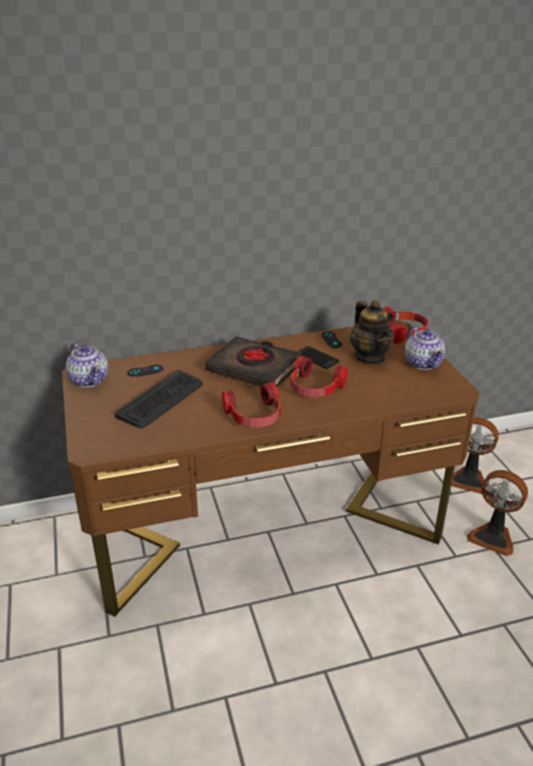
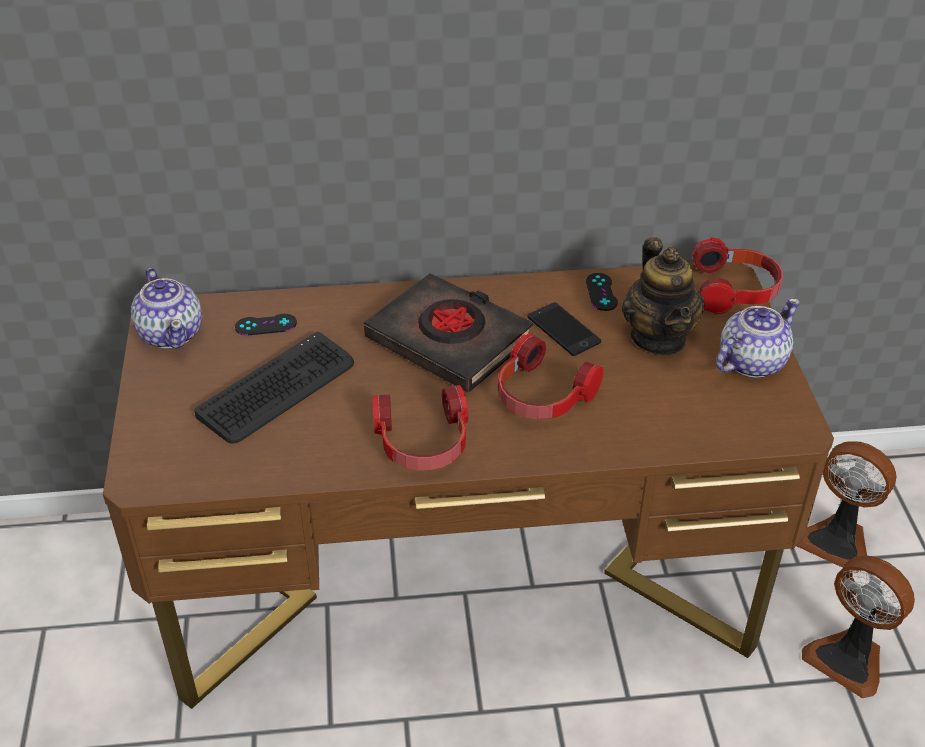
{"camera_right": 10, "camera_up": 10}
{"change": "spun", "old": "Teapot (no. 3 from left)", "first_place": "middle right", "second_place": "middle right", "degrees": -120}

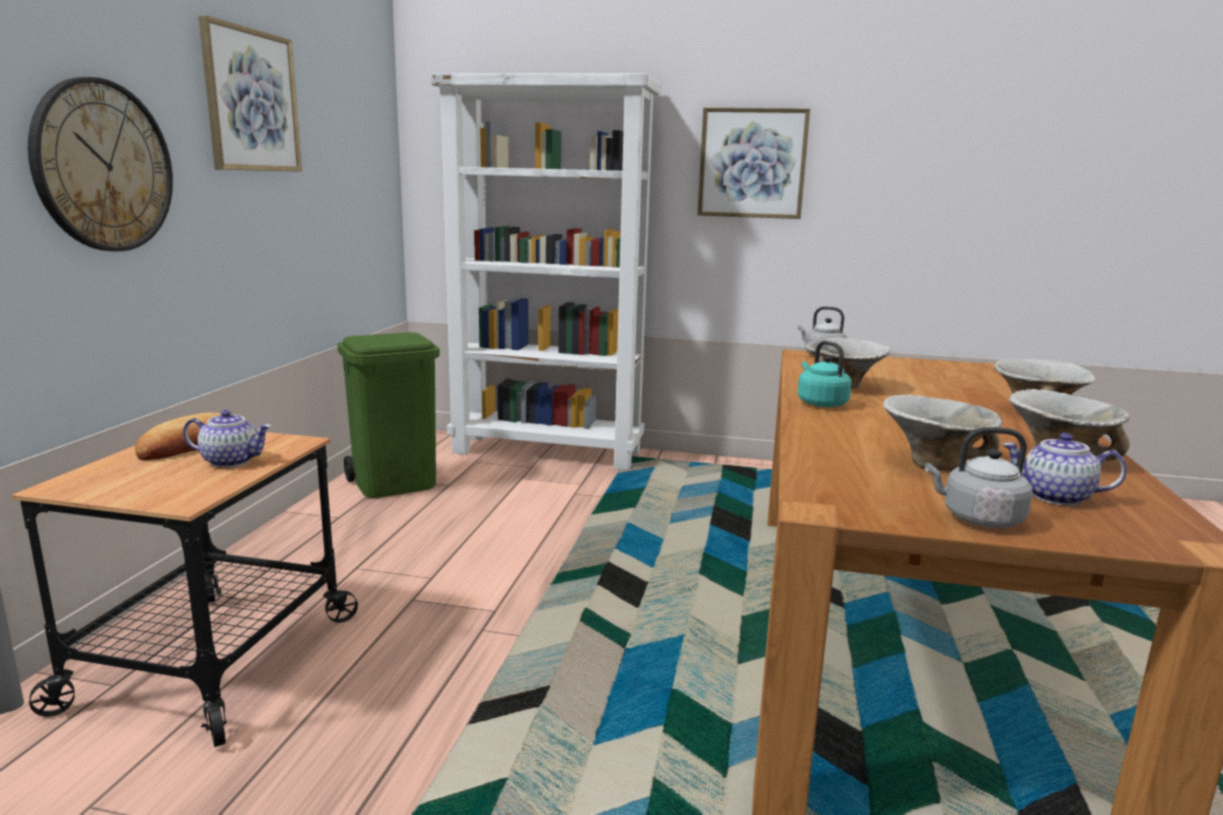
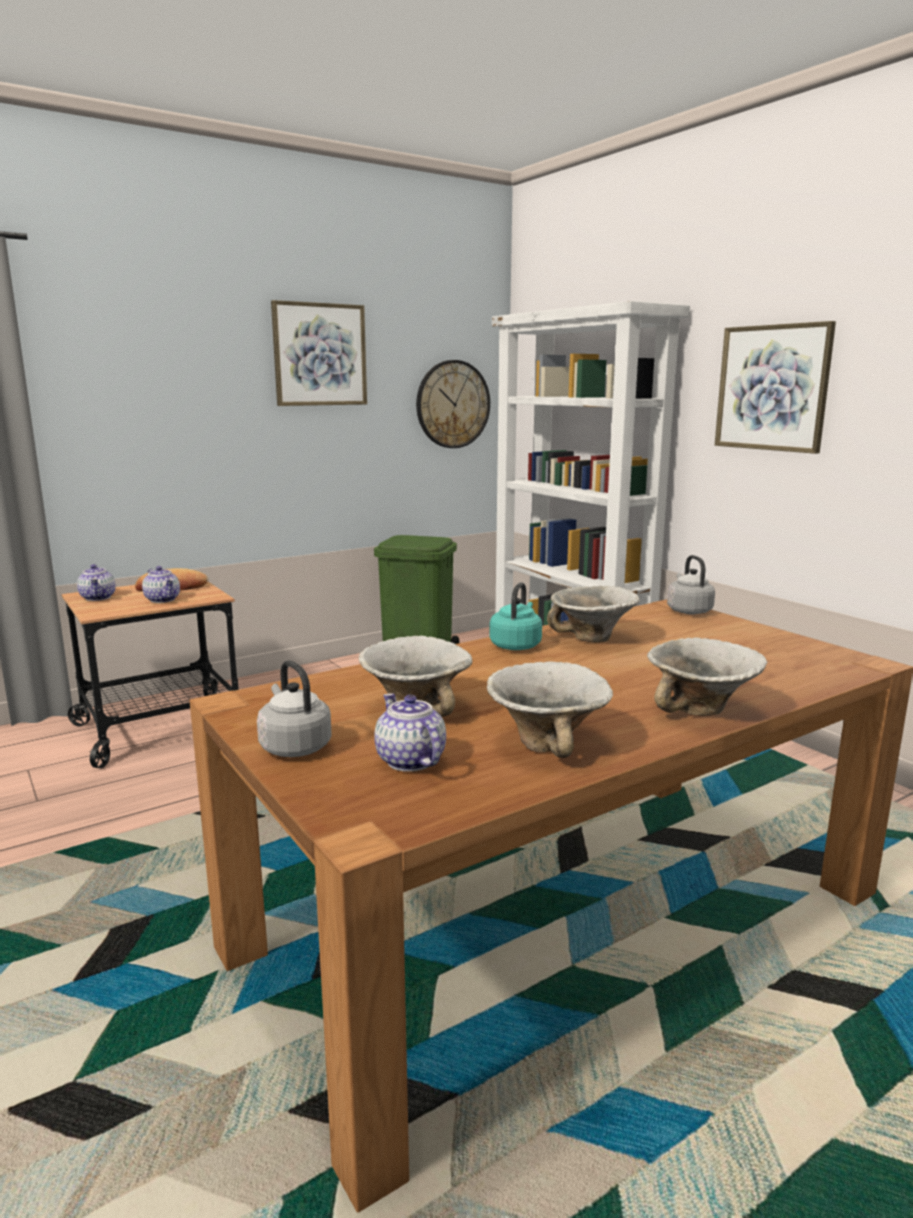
{"camera_right": 45, "camera_up": 0}
{"change": "appeared", "new": "Teapot (no. 1 from left)", "second_place": "middle left"}
{"change": "relocated", "old": "WallClock", "first_place": "top left", "second_place": "top centre"}

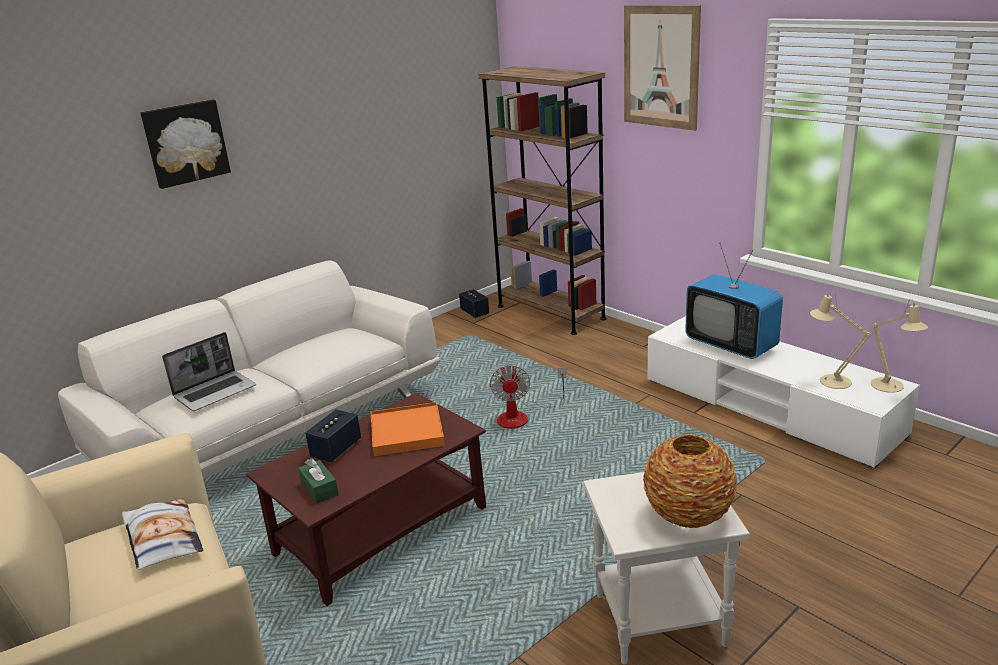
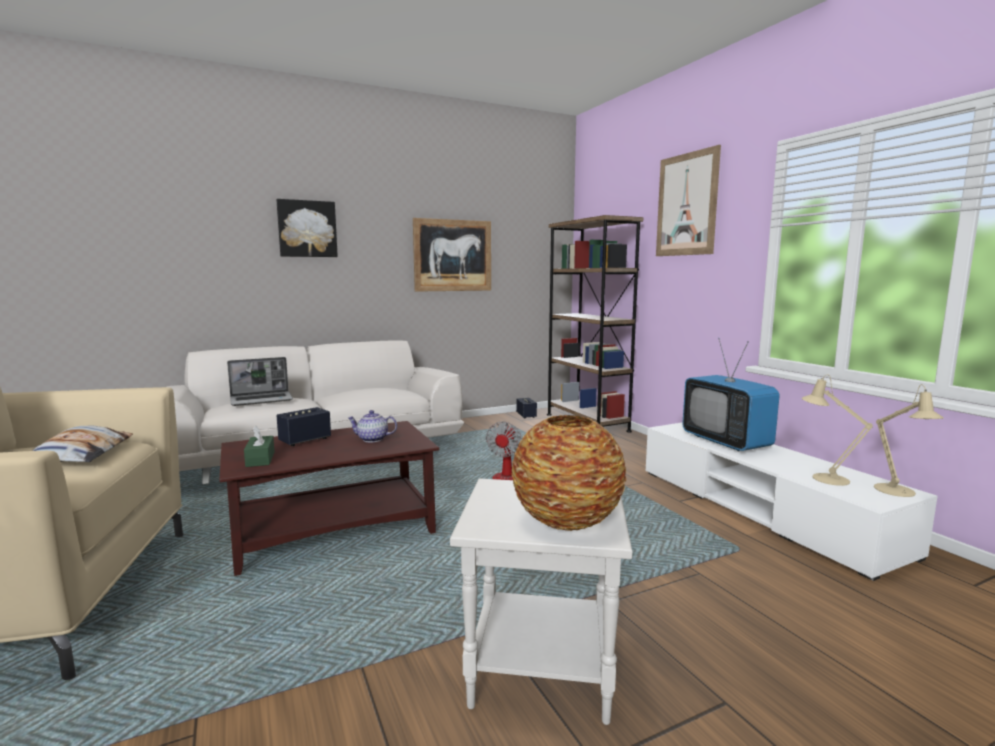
{"camera_right": 15, "camera_up": -15}
{"change": "exchanged", "old": "OrangeTray", "new": "Teapot", "first_place": "centre", "second_place": "centre"}
{"change": "appeared", "new": "Picture (no. 2 from left)", "second_place": "centre"}

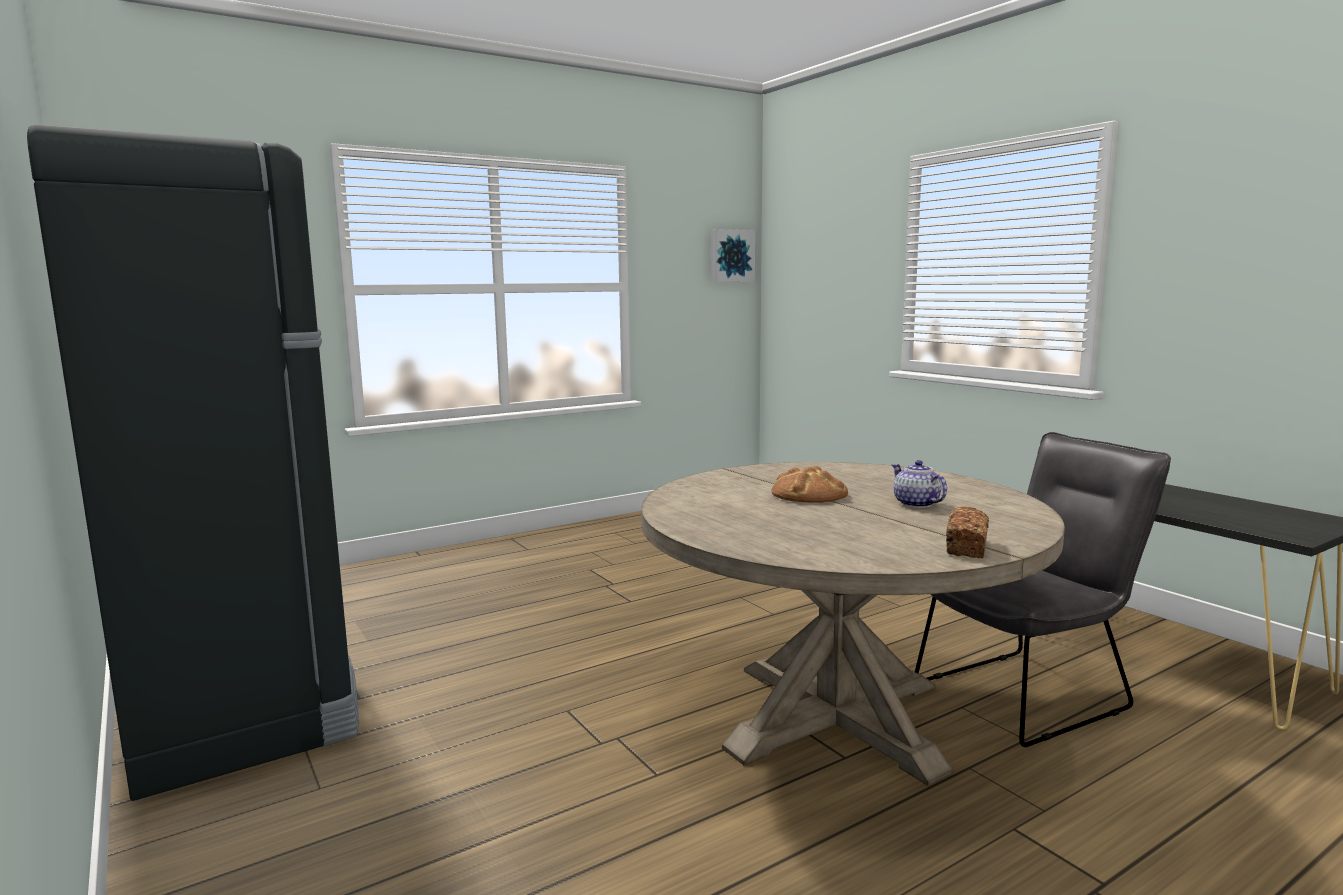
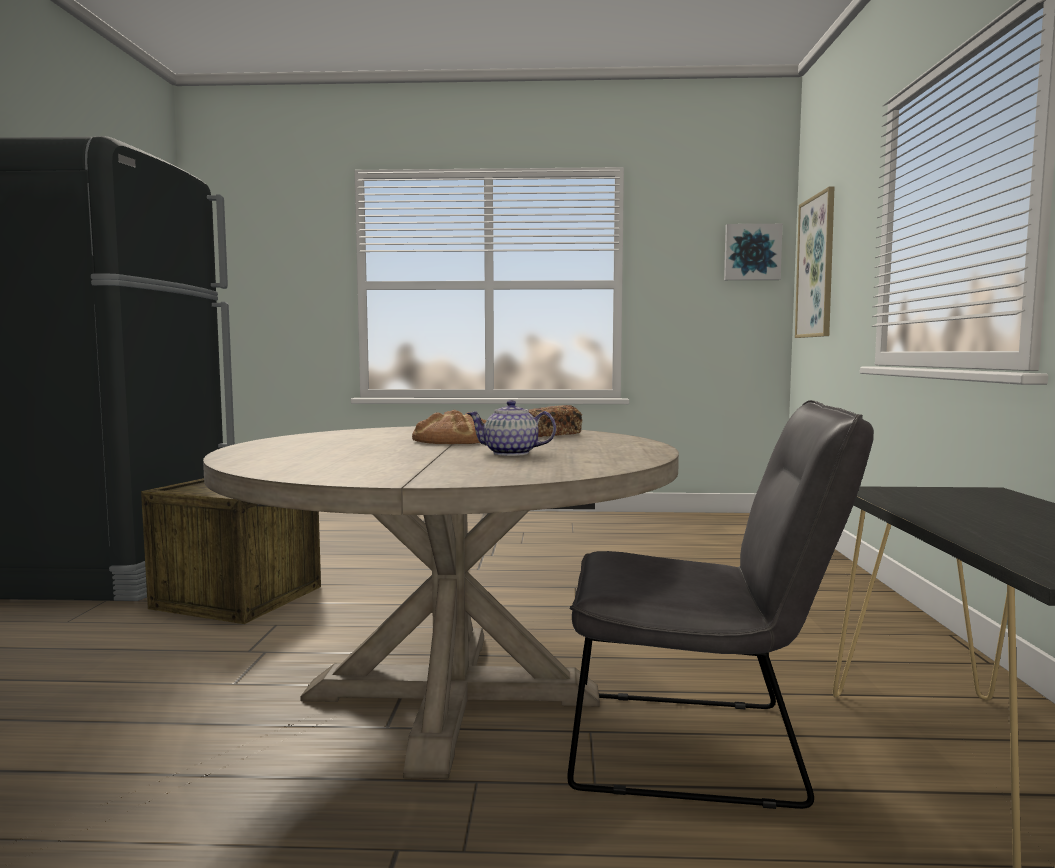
{"camera_right": 35, "camera_up": -5}
{"change": "appeared", "new": "Crate", "second_place": "middle left"}
{"change": "spun", "old": "Teapot", "first_place": "middle right", "second_place": "centre", "degrees": -90}
{"change": "relocated", "old": "Bread (no. 2 from left)", "first_place": "middle right", "second_place": "centre"}
{"change": "appeared", "new": "Picture (no. 2 from left)", "second_place": "top right"}

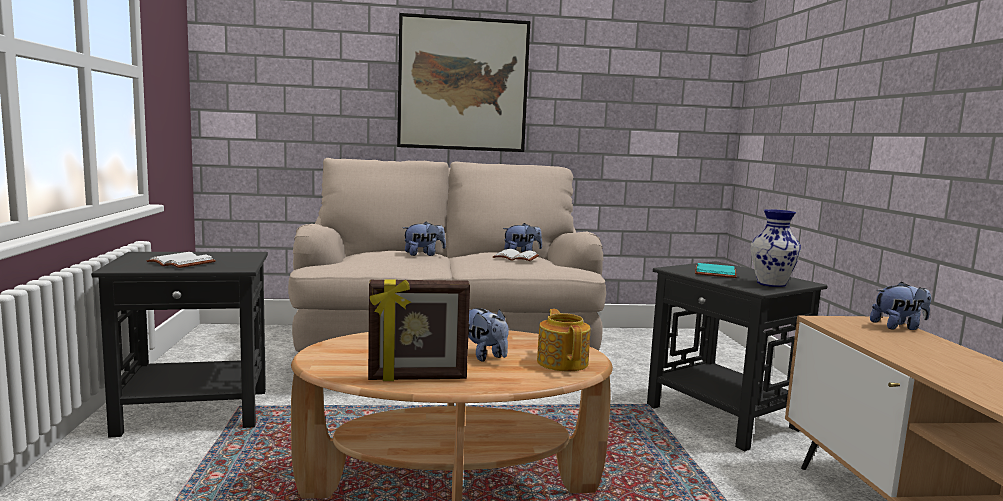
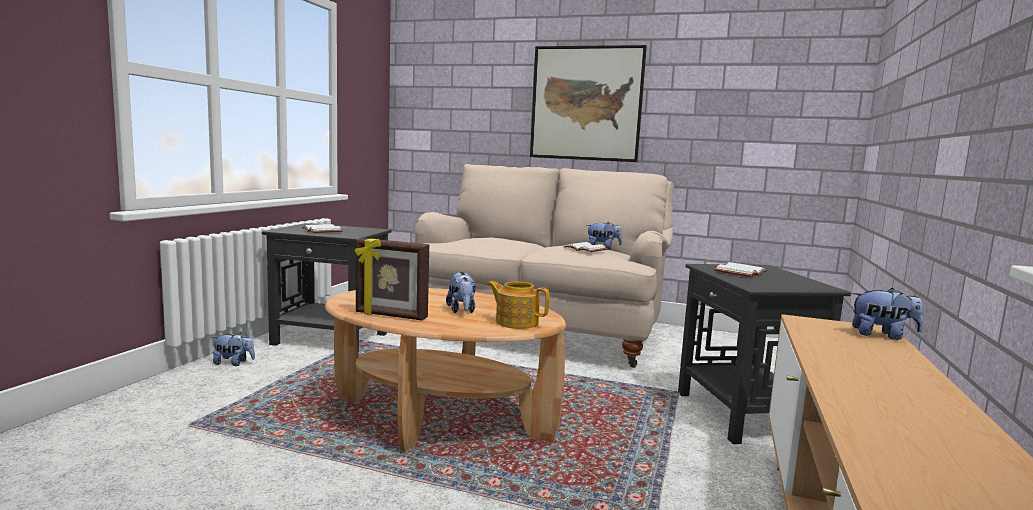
{"camera_right": 25, "camera_up": 0}
{"change": "relocated", "old": "PlushToy (no. 1 from left)", "first_place": "centre", "second_place": "bottom left"}
{"change": "spun", "old": "Teapot", "first_place": "bottom centre", "second_place": "centre", "degrees": -75}
{"change": "colour", "old": "TurquoiseBook", "new": "WhiteBook (no. 3 from left)", "first_place": "middle right", "second_place": "middle right"}
{"change": "missing", "old": "Vase", "first_place": "middle right"}

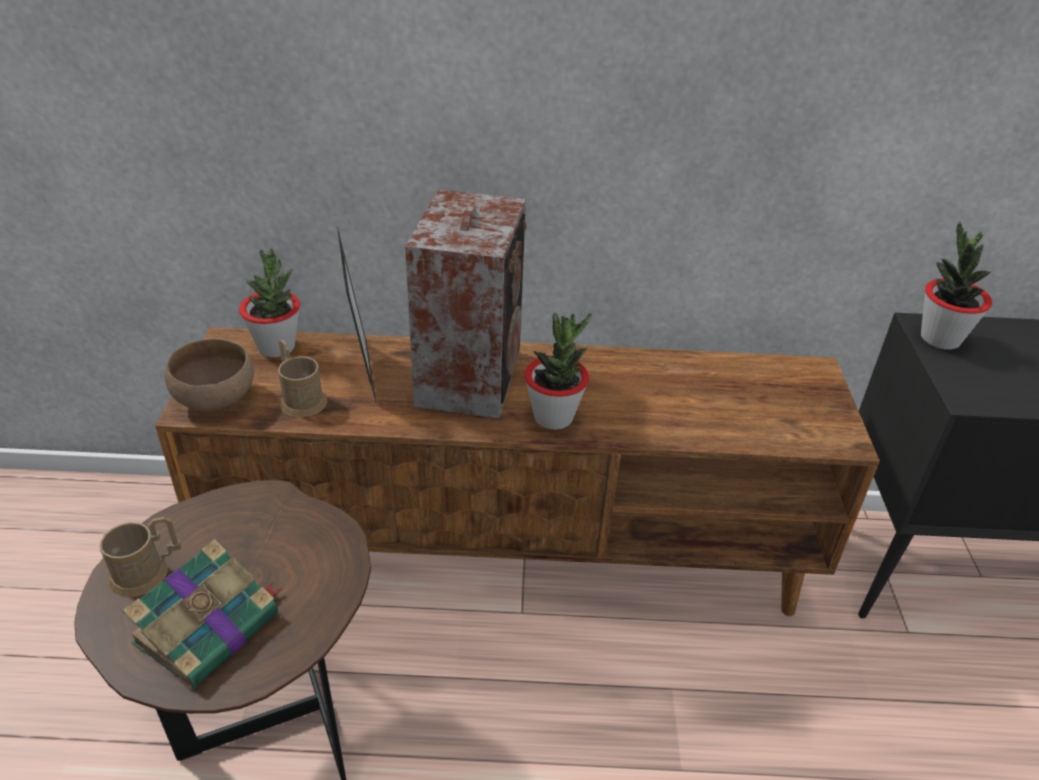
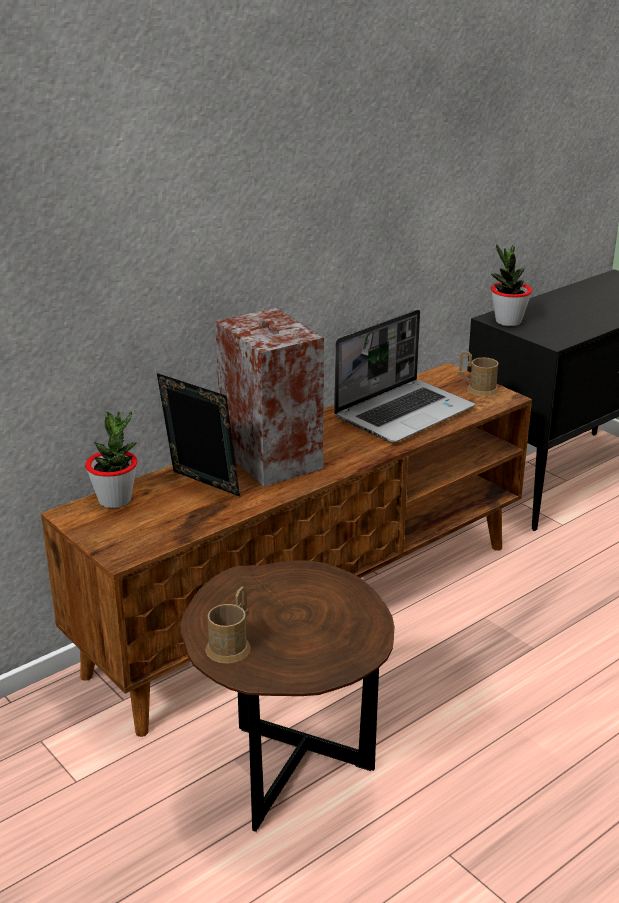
{"camera_right": -40, "camera_up": -10}
{"change": "appeared", "new": "Laptop", "second_place": "centre"}
{"change": "relocated", "old": "BrownMug (no. 2 from left)", "first_place": "middle left", "second_place": "middle right"}
{"change": "missing", "old": "Book", "first_place": "bottom left"}
{"change": "missing", "old": "BrownBowl", "first_place": "middle left"}
{"change": "missing", "old": "PottedPlant (no. 2 from left)", "first_place": "centre"}

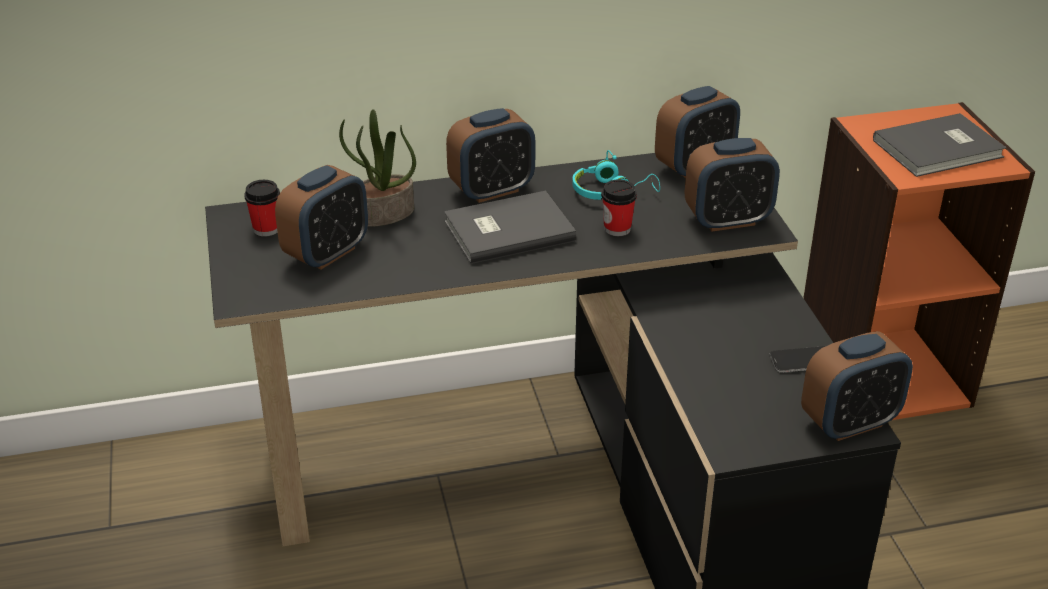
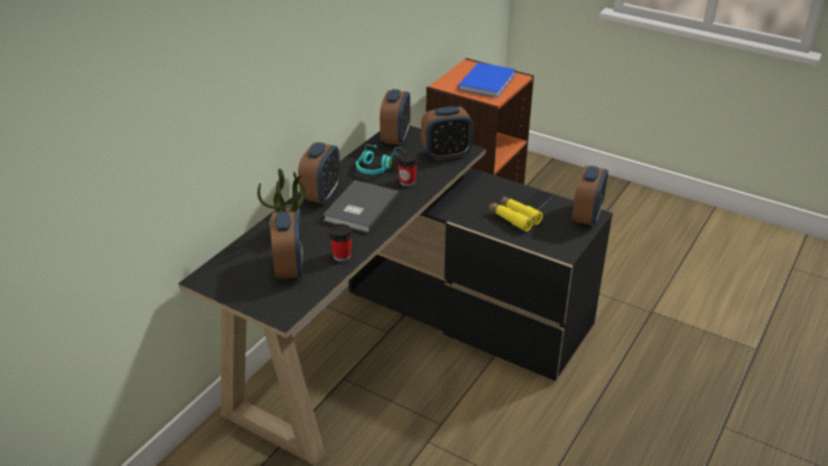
{"camera_right": -45, "camera_up": 0}
{"change": "relocated", "old": "Cup (no. 1 from left)", "first_place": "middle left", "second_place": "centre"}
{"change": "spun", "old": "AlarmClock (no. 4 from left)", "first_place": "top right", "second_place": "top centre", "degrees": 45}
{"change": "colour", "old": "GreyBook (no. 2 from left)", "new": "BlueBook", "first_place": "top right", "second_place": "top centre"}
{"change": "appeared", "new": "YellowBinoculars", "second_place": "centre"}

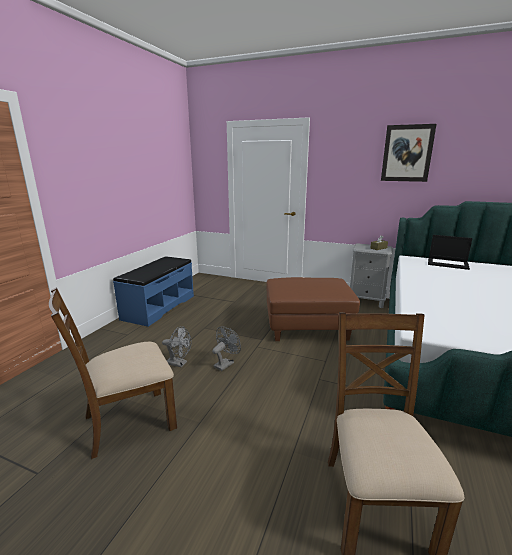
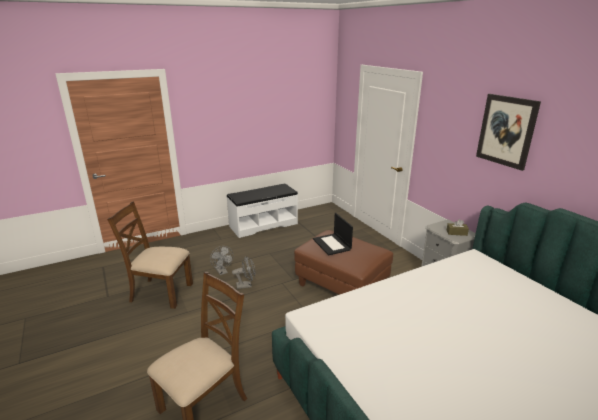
{"camera_right": 40, "camera_up": 5}
{"change": "colour", "old": "BlueBench", "new": "WhiteBench", "first_place": "middle left", "second_place": "centre"}
{"change": "relocated", "old": "Laptop", "first_place": "middle right", "second_place": "centre"}

